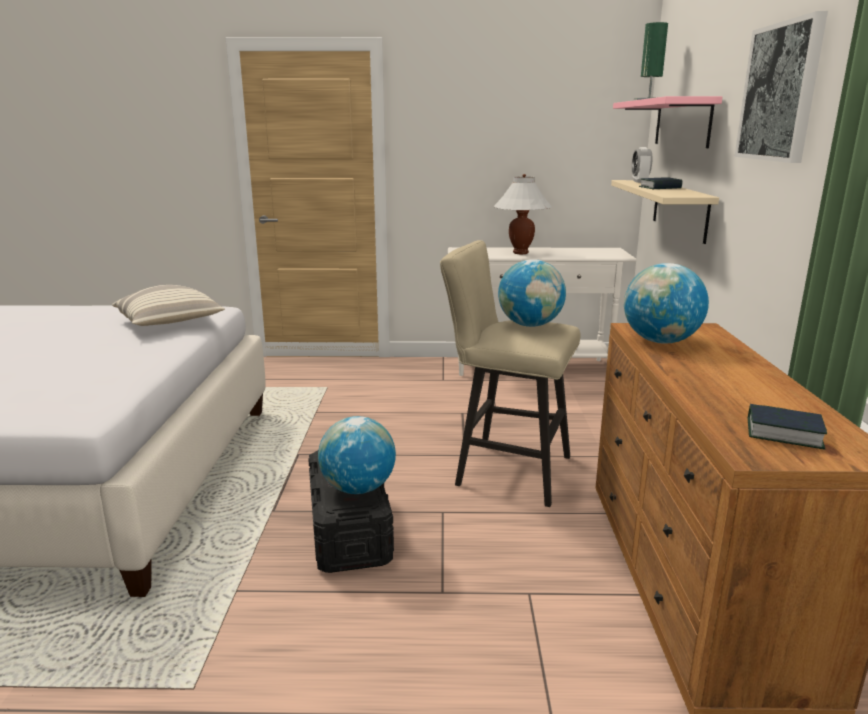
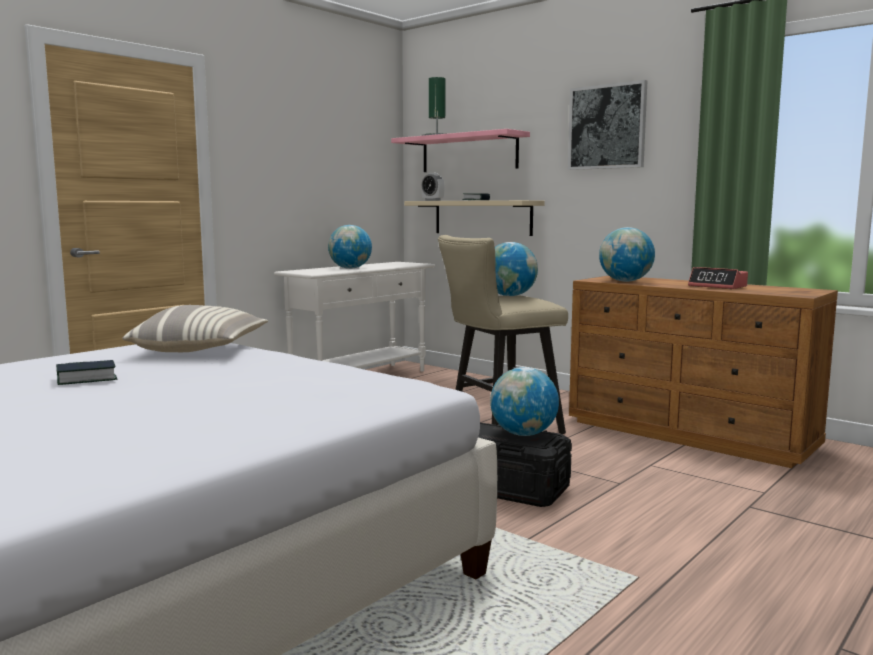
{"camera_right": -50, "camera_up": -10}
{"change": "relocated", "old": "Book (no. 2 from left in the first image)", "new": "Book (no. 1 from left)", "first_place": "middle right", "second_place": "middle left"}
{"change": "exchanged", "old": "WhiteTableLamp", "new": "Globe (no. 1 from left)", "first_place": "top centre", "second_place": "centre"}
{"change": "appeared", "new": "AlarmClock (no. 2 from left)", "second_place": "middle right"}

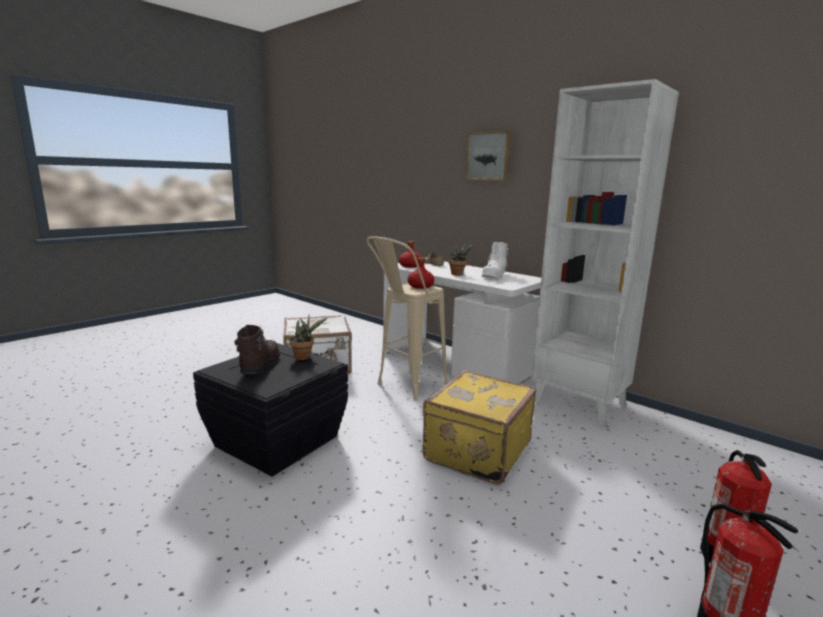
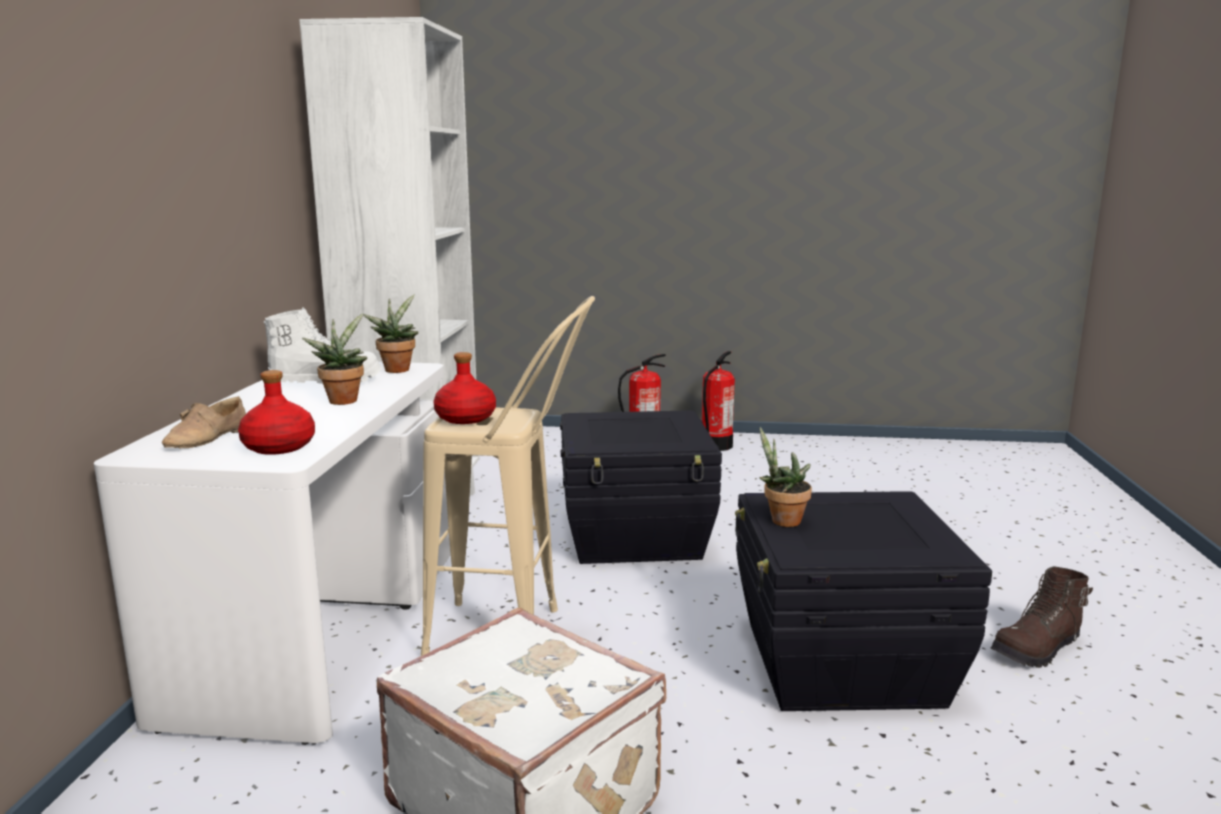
{"camera_right": -125, "camera_up": 0}
{"change": "appeared", "new": "PottedPlant (no. 2 from left)", "second_place": "middle left"}
{"change": "exchanged", "old": "YellowSuitcase", "new": "BlackStorageBox (no. 1 from left)", "first_place": "bottom centre", "second_place": "centre"}
{"change": "relocated", "old": "BrownBoot", "first_place": "middle left", "second_place": "bottom right"}
{"change": "missing", "old": "Picture", "first_place": "top centre"}

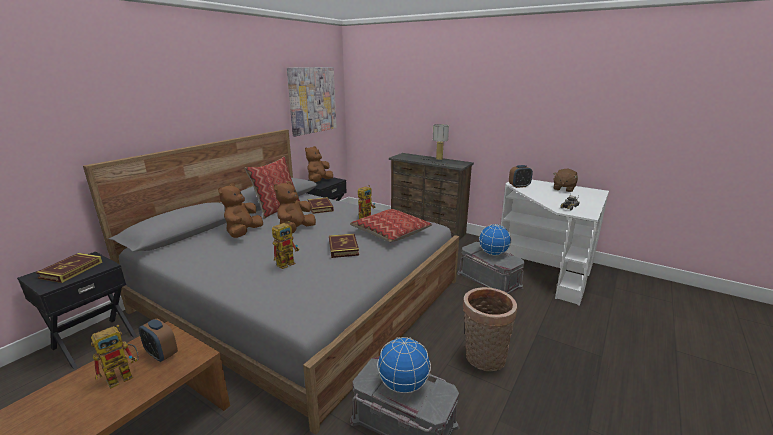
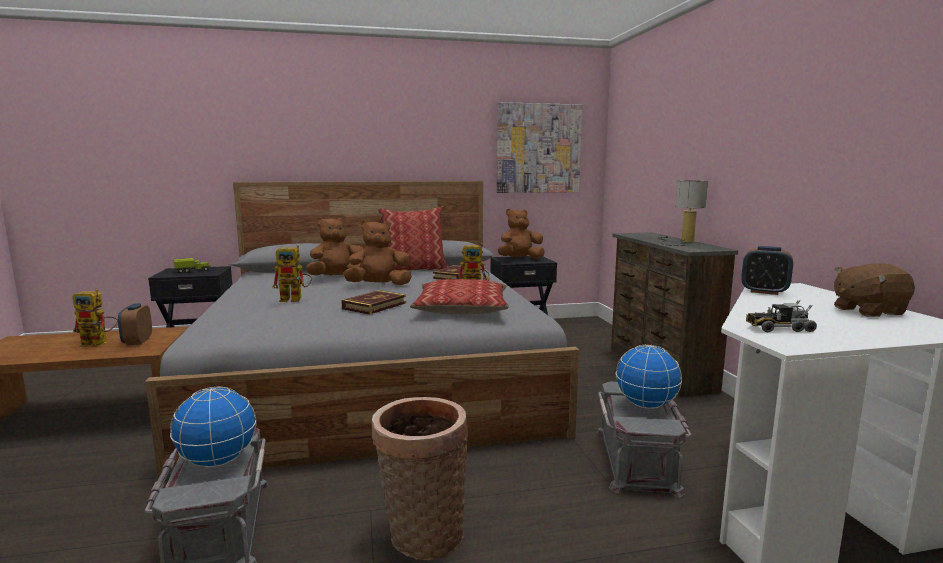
{"camera_right": 45, "camera_up": -10}
{"change": "exchanged", "old": "Book (no. 1 from left)", "new": "ToyTruck (no. 1 from left)", "first_place": "middle left", "second_place": "middle left"}

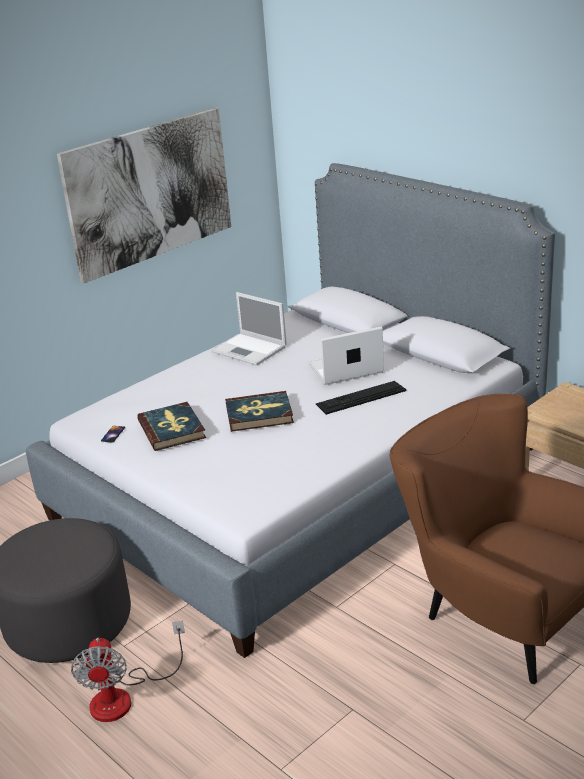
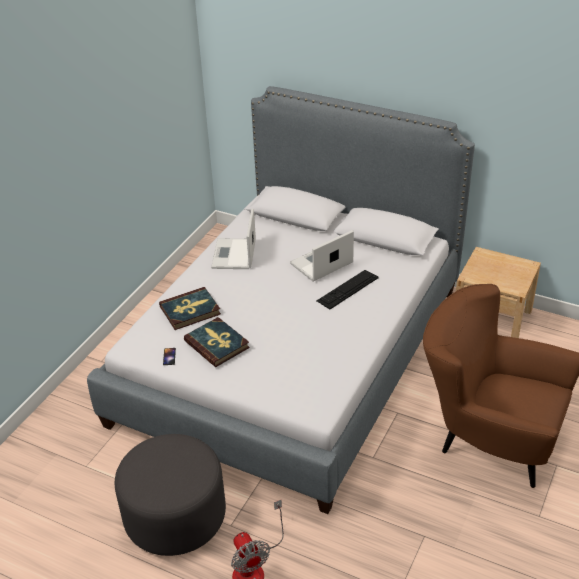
{"camera_right": -20, "camera_up": 10}
{"change": "relocated", "old": "Book (no. 2 from left in the first image)", "new": "Book (no. 1 from left)", "first_place": "centre", "second_place": "middle left"}
{"change": "spun", "old": "Laptop (no. 1 from left)", "first_place": "centre", "second_place": "centre", "degrees": 75}
{"change": "missing", "old": "Picture", "first_place": "top left"}

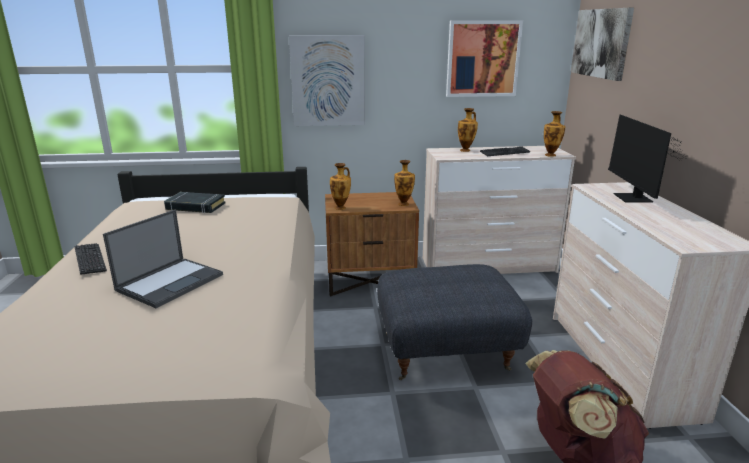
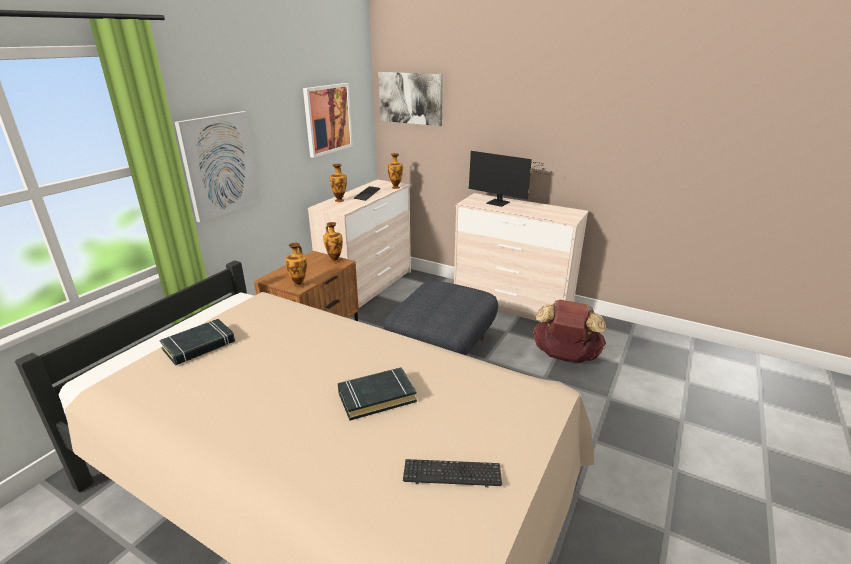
{"camera_right": -55, "camera_up": 5}
{"change": "exchanged", "old": "Laptop", "new": "BlackBook (no. 2 from left)", "first_place": "middle left", "second_place": "bottom centre"}
{"change": "relocated", "old": "Keyboard (no. 1 from left in the first image)", "new": "Keyboard (no. 2 from left)", "first_place": "middle left", "second_place": "bottom centre"}

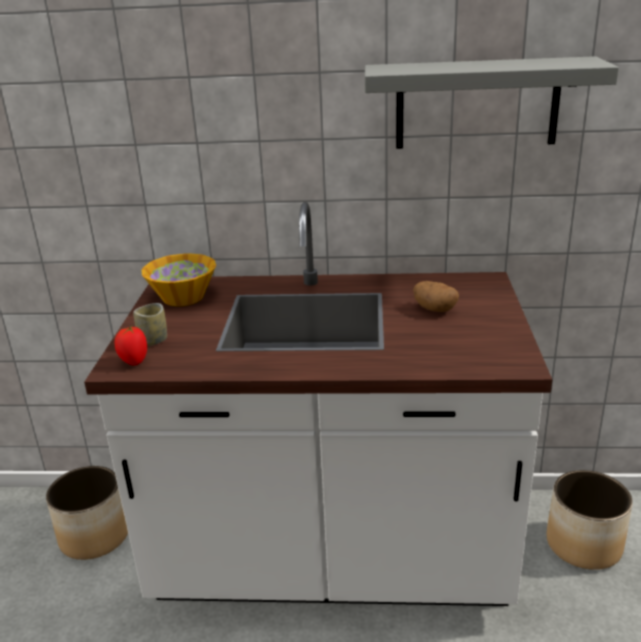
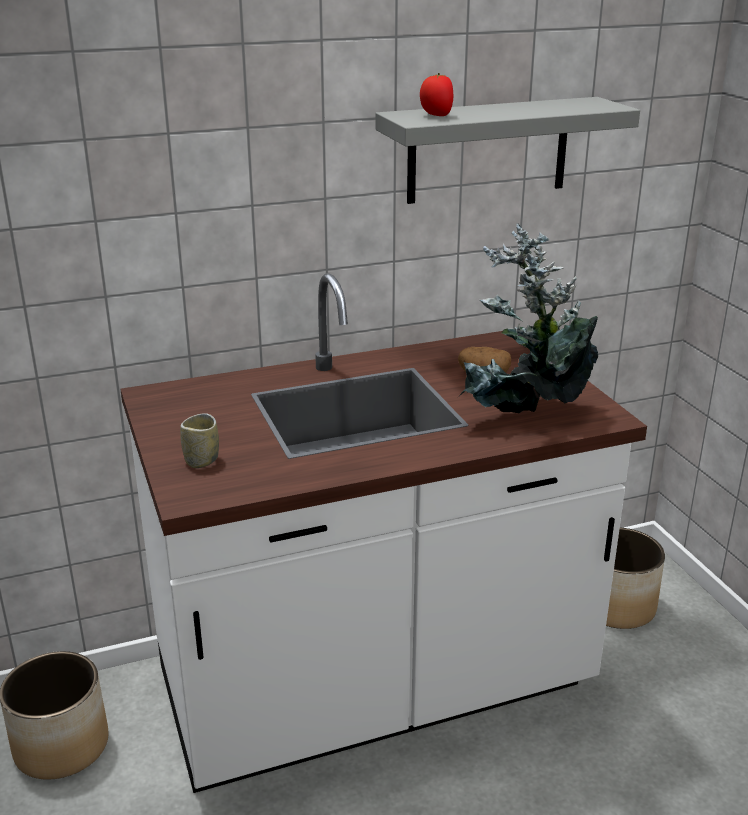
{"camera_right": -25, "camera_up": 0}
{"change": "relocated", "old": "Tomato", "first_place": "middle left", "second_place": "top centre"}
{"change": "appeared", "new": "PottedPlant", "second_place": "middle right"}
{"change": "missing", "old": "Bowl", "first_place": "middle left"}

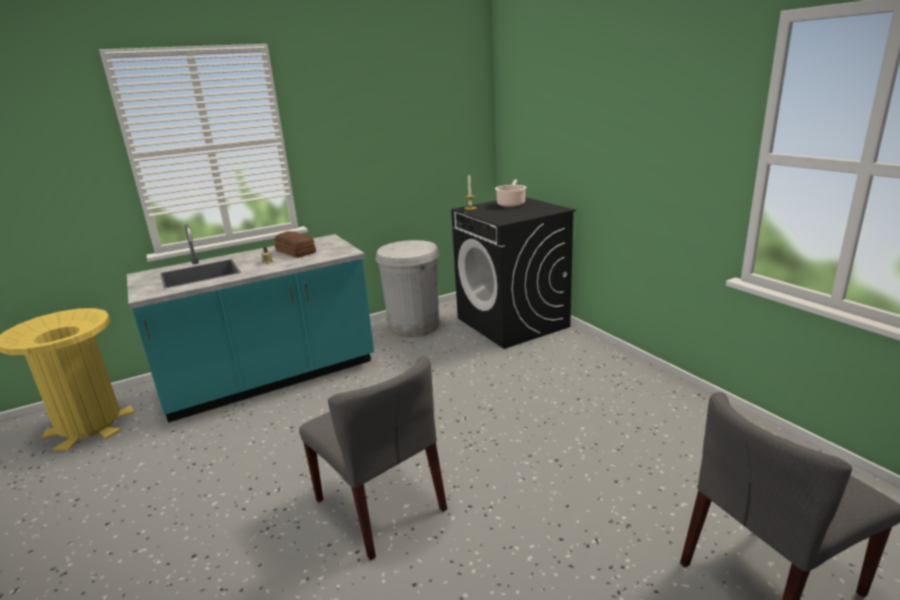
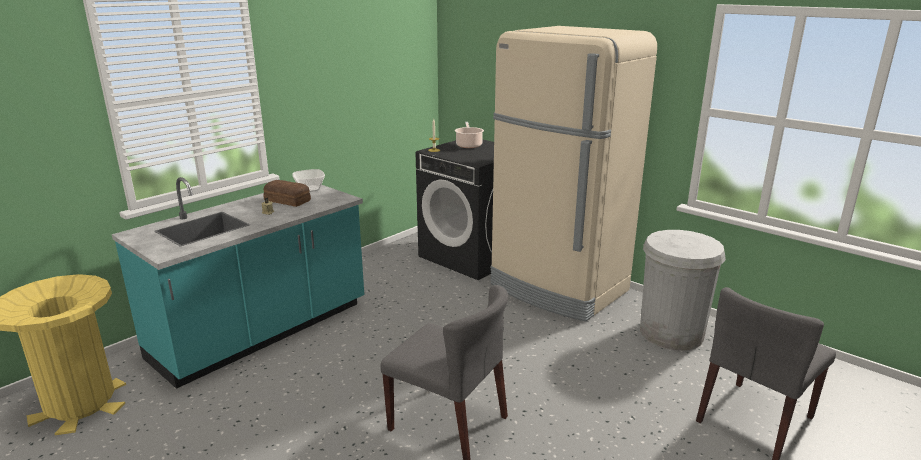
{"camera_right": -20, "camera_up": 0}
{"change": "appeared", "new": "Bowl", "second_place": "centre"}
{"change": "appeared", "new": "BeigeFridge", "second_place": "centre"}
{"change": "relocated", "old": "WhiteTrashCan", "first_place": "centre", "second_place": "middle right"}

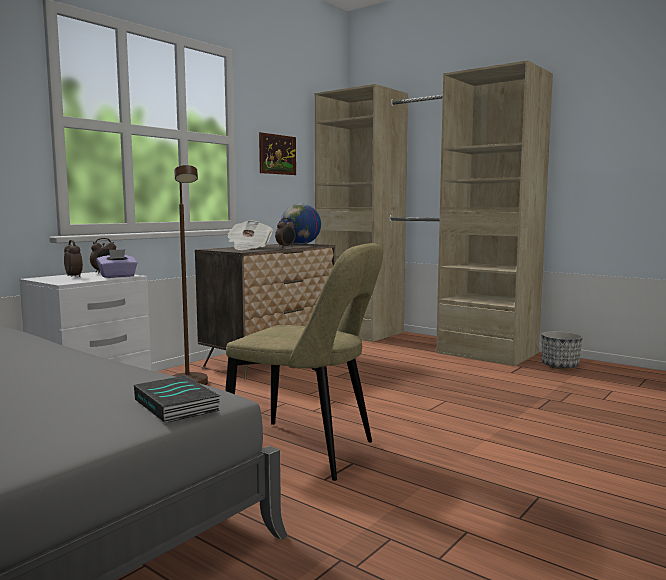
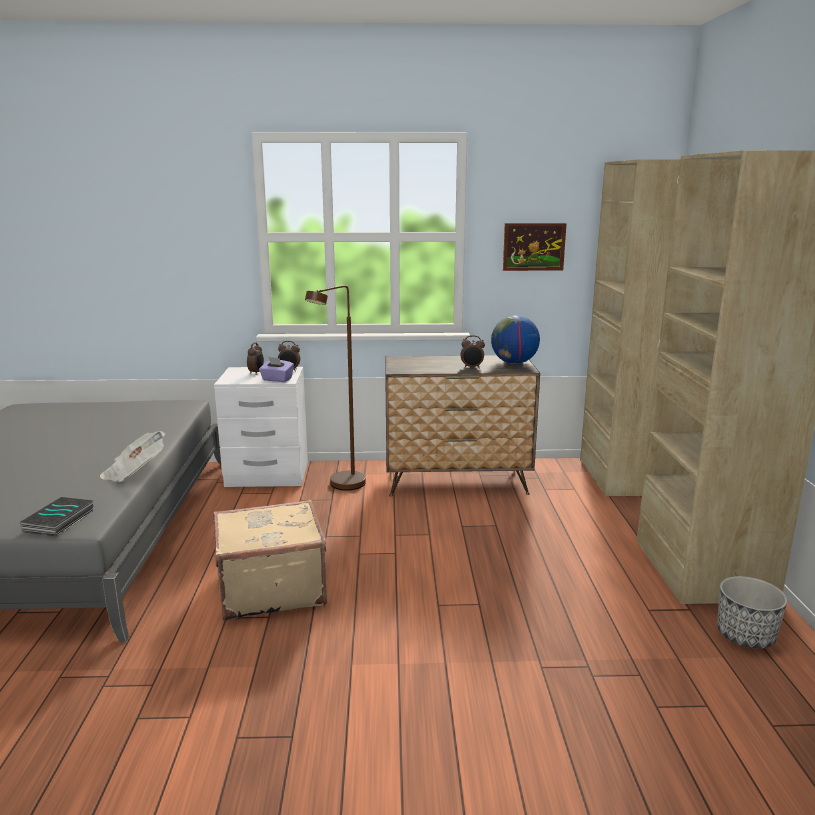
{"camera_right": 50, "camera_up": 10}
{"change": "relocated", "old": "Newspaper", "first_place": "centre", "second_place": "middle left"}
{"change": "exchanged", "old": "BeigeChair", "new": "BeigeSuitcase", "first_place": "centre", "second_place": "bottom left"}

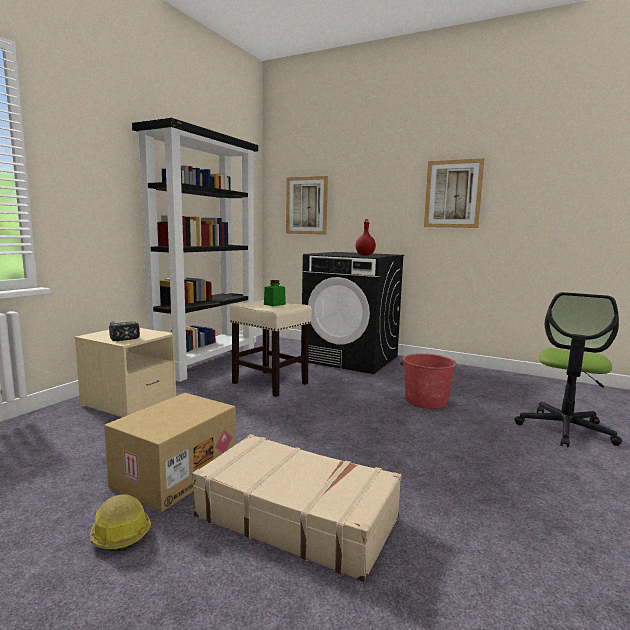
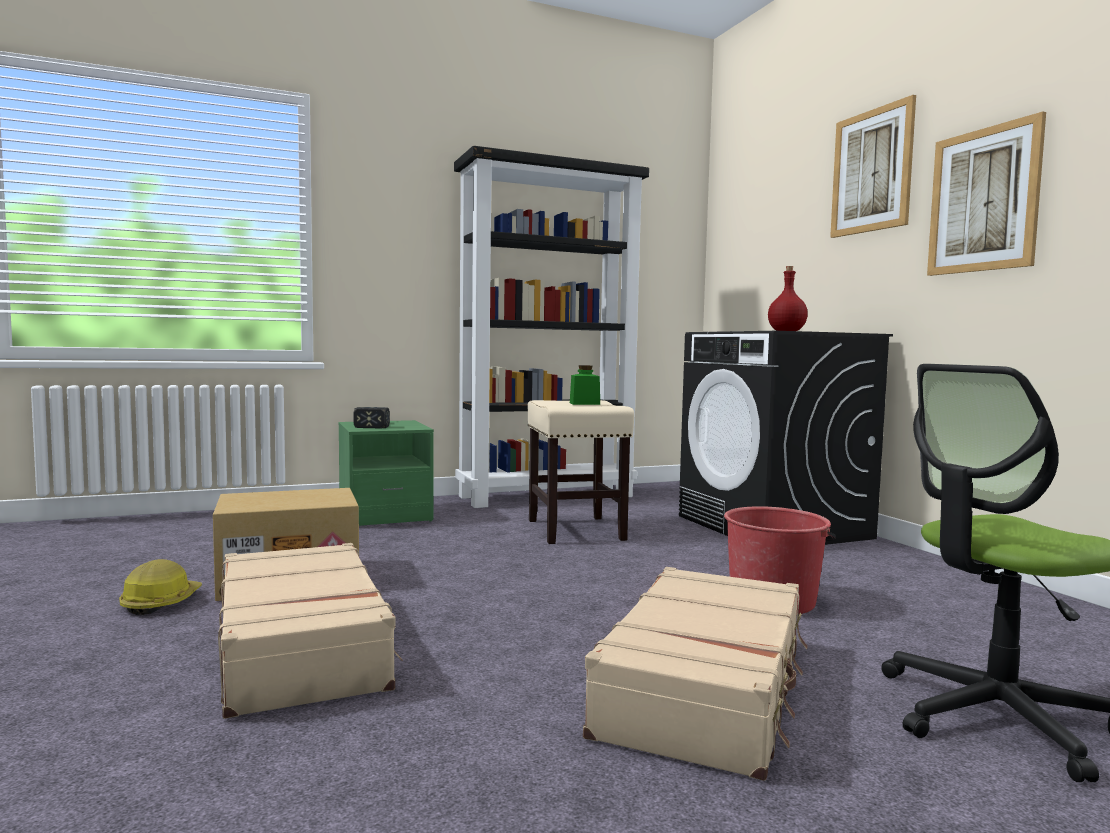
{"camera_right": 40, "camera_up": -5}
{"change": "colour", "old": "BeigeNightstand", "new": "GreenNightstand", "first_place": "middle left", "second_place": "centre"}
{"change": "appeared", "new": "BeigeSuitcase (no. 2 from left)", "second_place": "bottom centre"}
{"change": "relocated", "old": "Picture (no. 1 from left)", "first_place": "top centre", "second_place": "top right"}

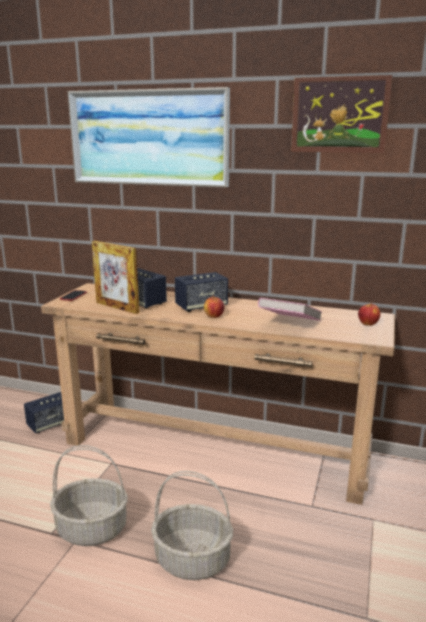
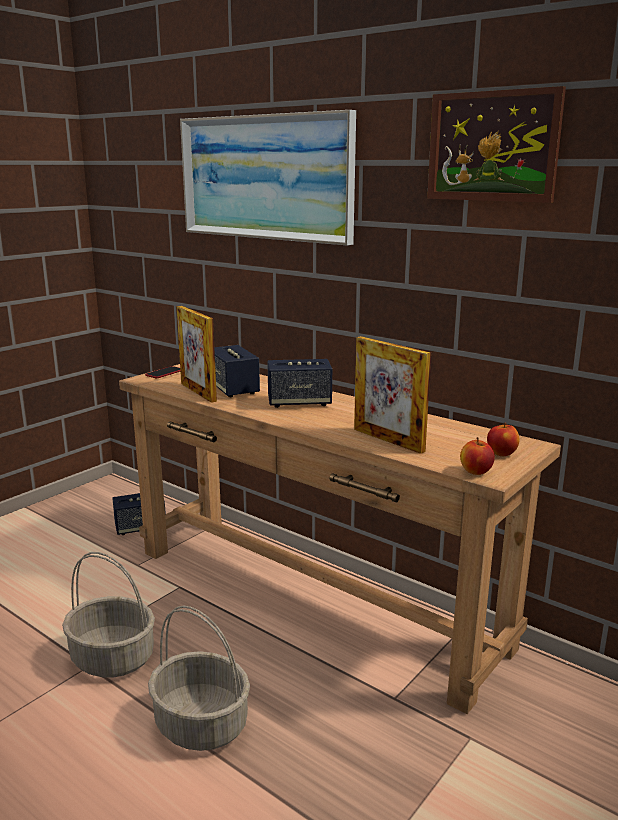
{"camera_right": 20, "camera_up": 0}
{"change": "exchanged", "old": "PinkBook", "new": "PictureFrame (no. 2 from left)", "first_place": "middle right", "second_place": "centre"}
{"change": "relocated", "old": "Apple (no. 1 from left)", "first_place": "centre", "second_place": "middle right"}

